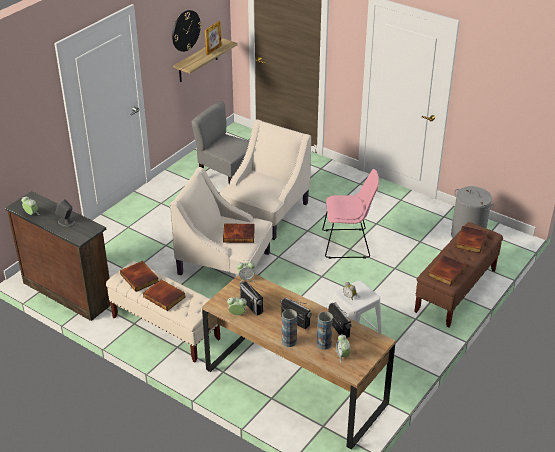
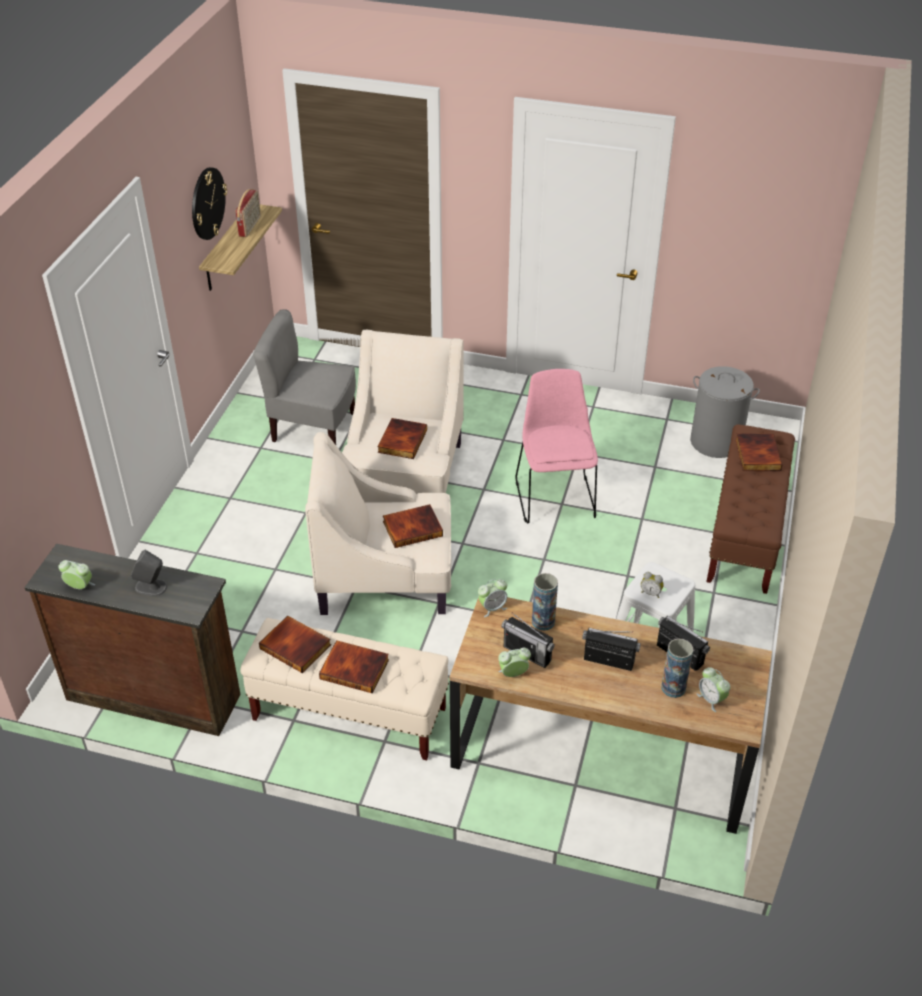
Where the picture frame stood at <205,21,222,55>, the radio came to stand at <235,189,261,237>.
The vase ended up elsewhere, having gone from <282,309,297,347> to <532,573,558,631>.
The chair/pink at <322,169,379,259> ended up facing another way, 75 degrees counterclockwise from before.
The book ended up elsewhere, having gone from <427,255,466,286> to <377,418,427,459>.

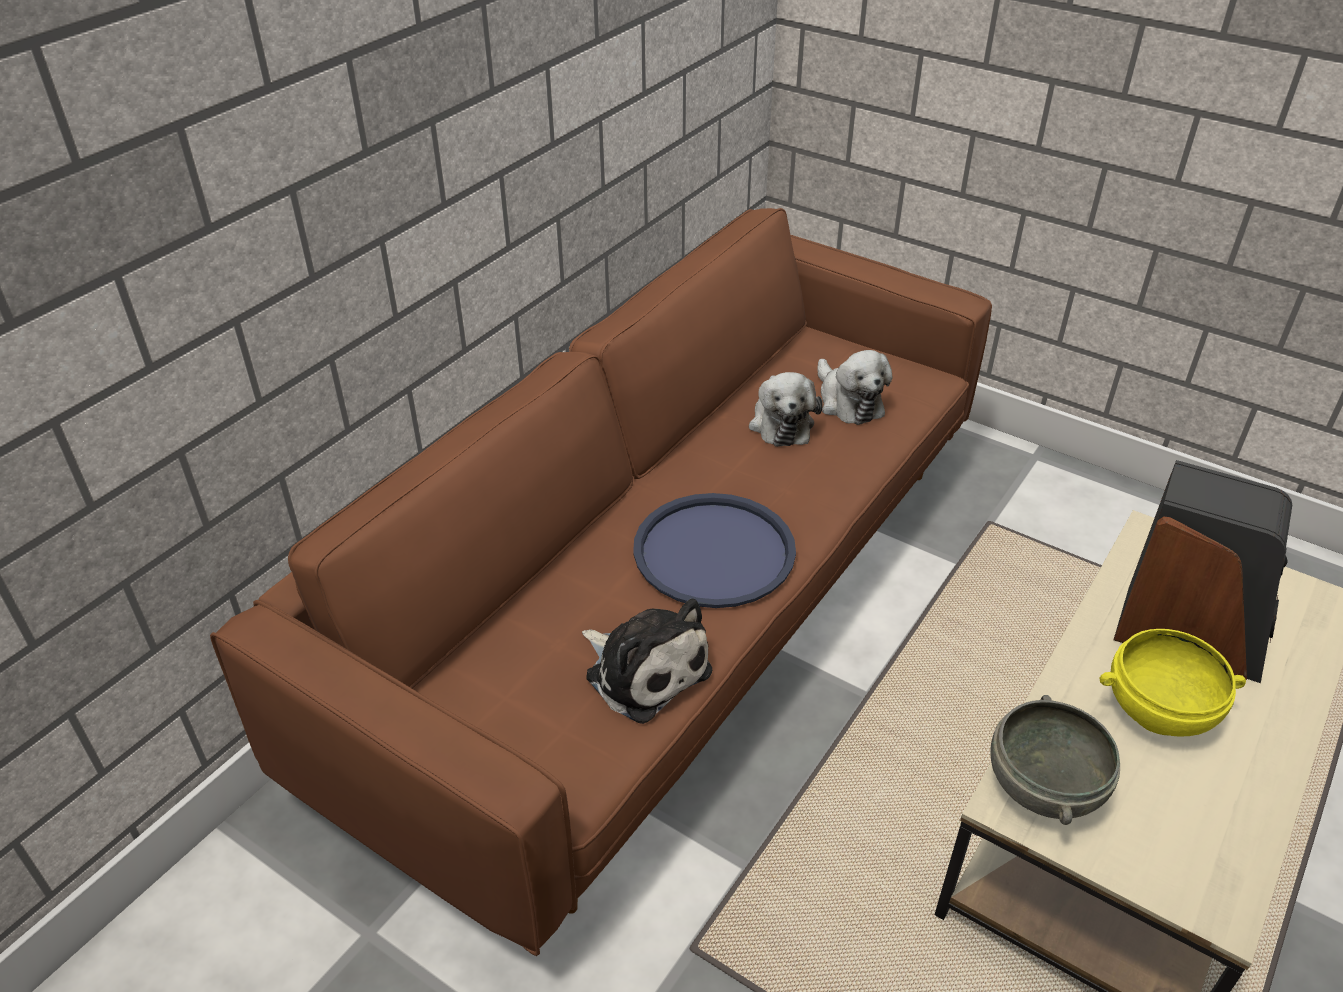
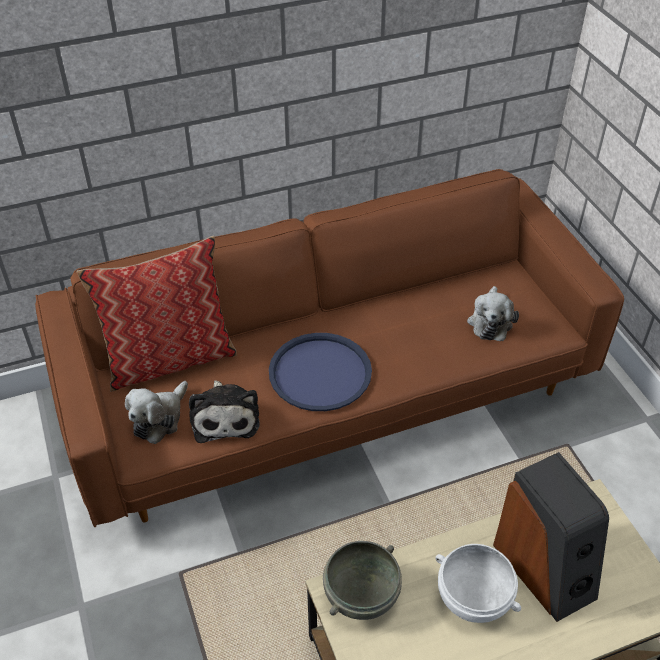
The plush toy ended up elsewhere, having gone from <749,372,823,447> to <125,381,188,444>.
What was the bowl/yellow at <1100,629,1246,736> turned into the bowl/white at <435,544,521,623>.
The second view gained the pillow at <76,235,237,392>.

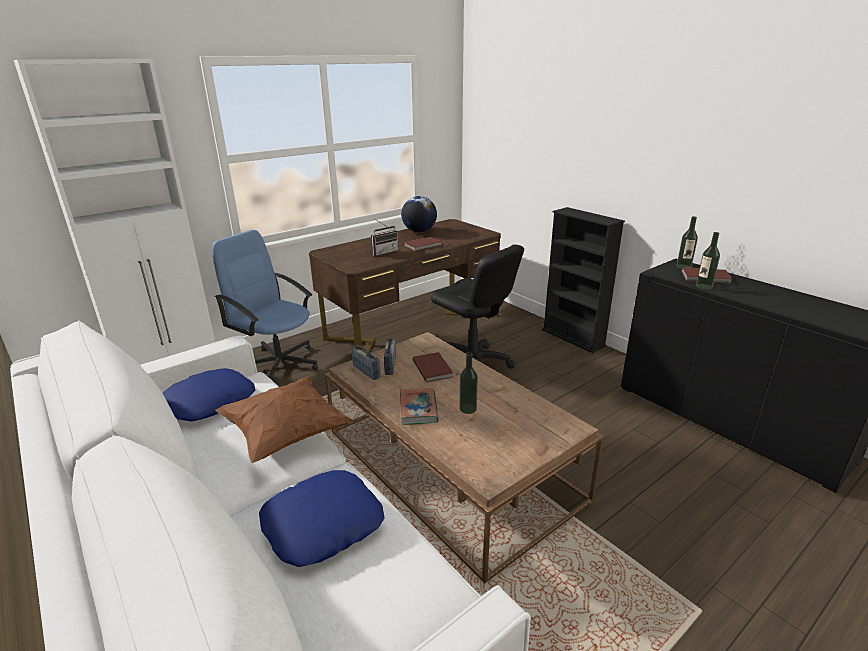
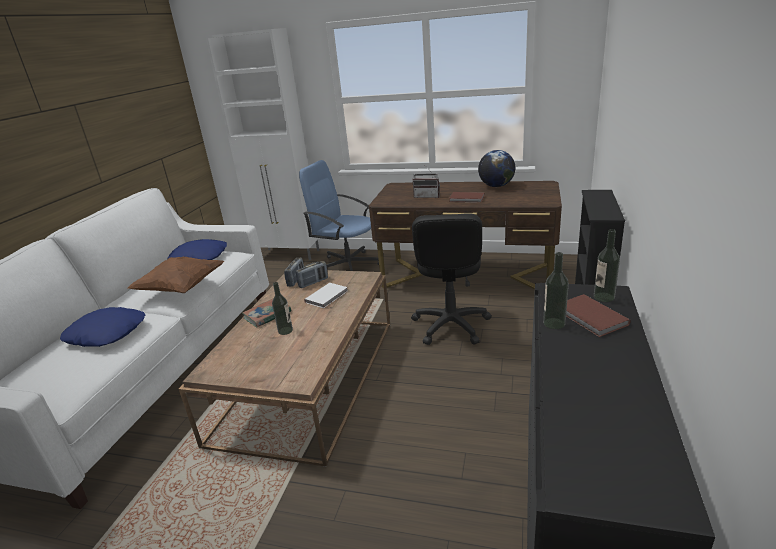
The office chair/blue at <212,230,318,380> ended up facing another way, 60 degrees counterclockwise from before.
What was the book/brown at <413,352,453,382> turned into the book/white at <304,283,348,308>.

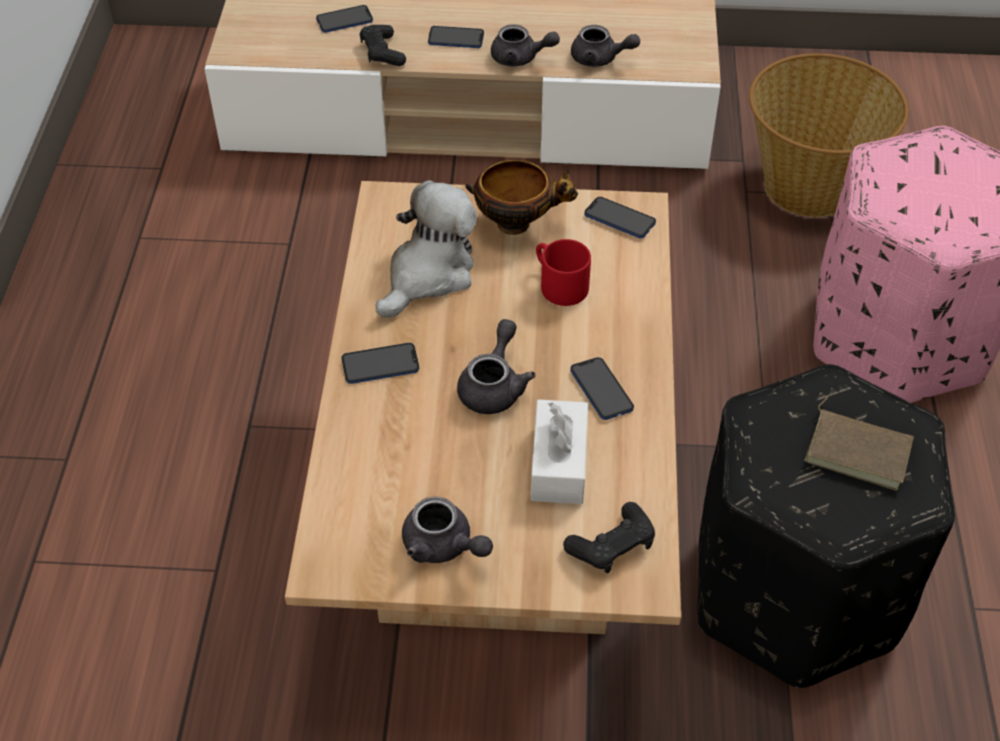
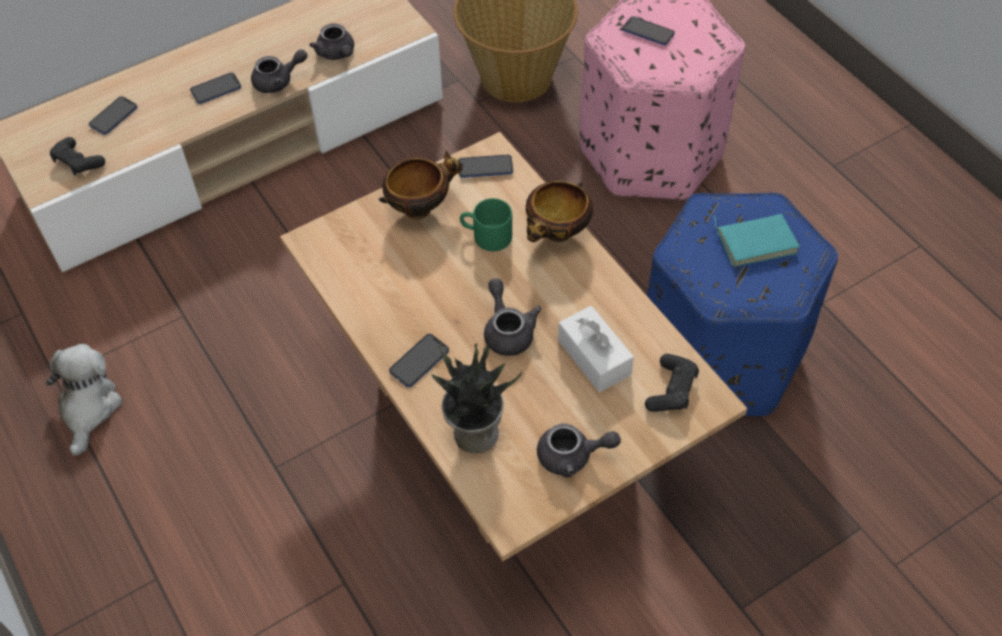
The game controller/black ended up elsewhere, having gone from <360,25,406,66> to <50,137,105,176>.
The plush toy ended up elsewhere, having gone from <376,180,477,318> to <45,344,122,455>.
What was the mug/red at <536,239,591,306> turned into the mug/green at <460,198,512,251>.
The phone ended up elsewhere, having gone from <570,357,634,420> to <622,16,675,45>.
The teapot/grey at <571,25,640,67> ended up facing another way, 75 degrees clockwise from before.
What was the ottoman/black at <697,364,955,688> turned into the ottoman/blue at <647,193,838,416>.
What was the book/brown at <804,395,914,491> turned into the book/turquoise at <713,214,800,266>.
The second view gained the potted plant at <431,343,522,453>.
The second view gained the bowl at <526,181,593,242>.

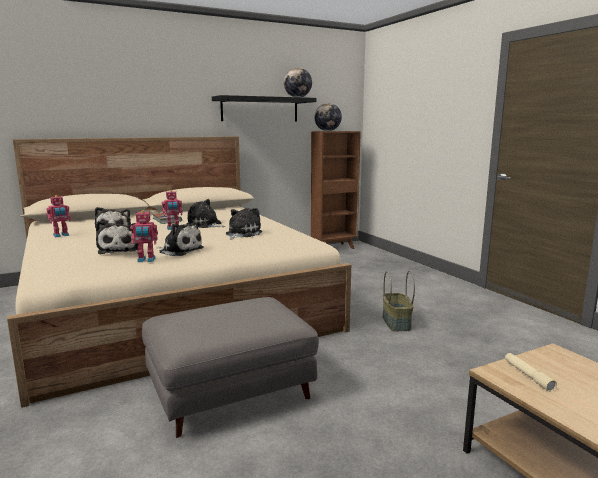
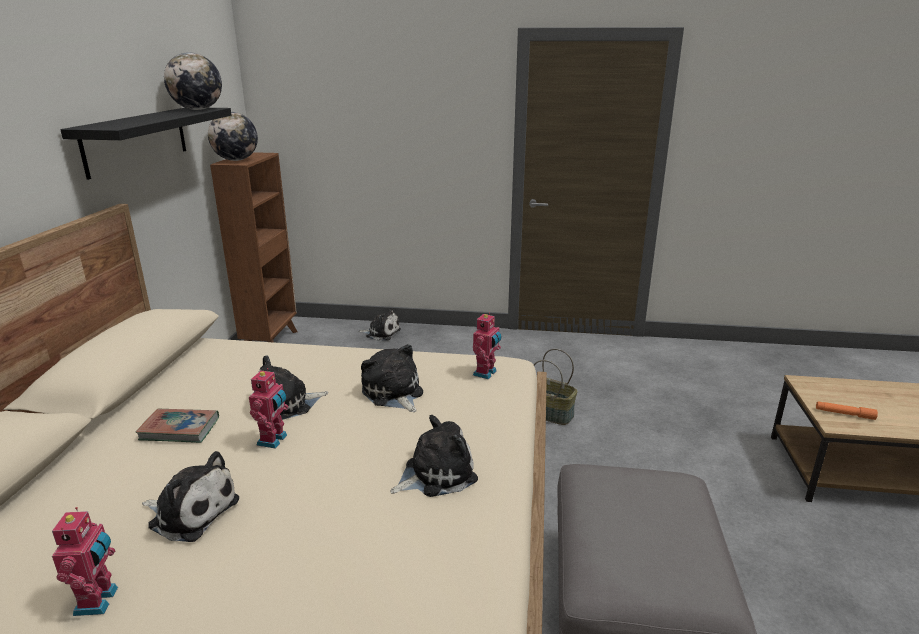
The plush toy ended up elsewhere, having gone from <96,221,139,254> to <359,308,401,341>.
The toy robot ended up elsewhere, having gone from <131,210,158,262> to <473,312,501,379>.
What was the flashlight/beige at <505,353,557,392> turned into the flashlight/orange at <816,401,878,420>.

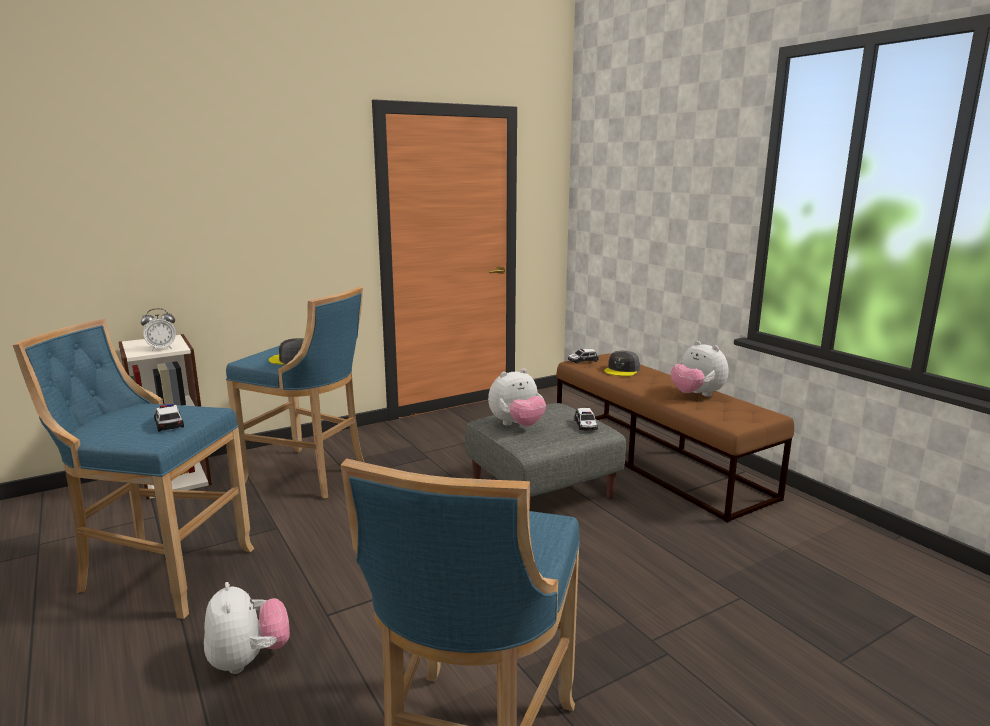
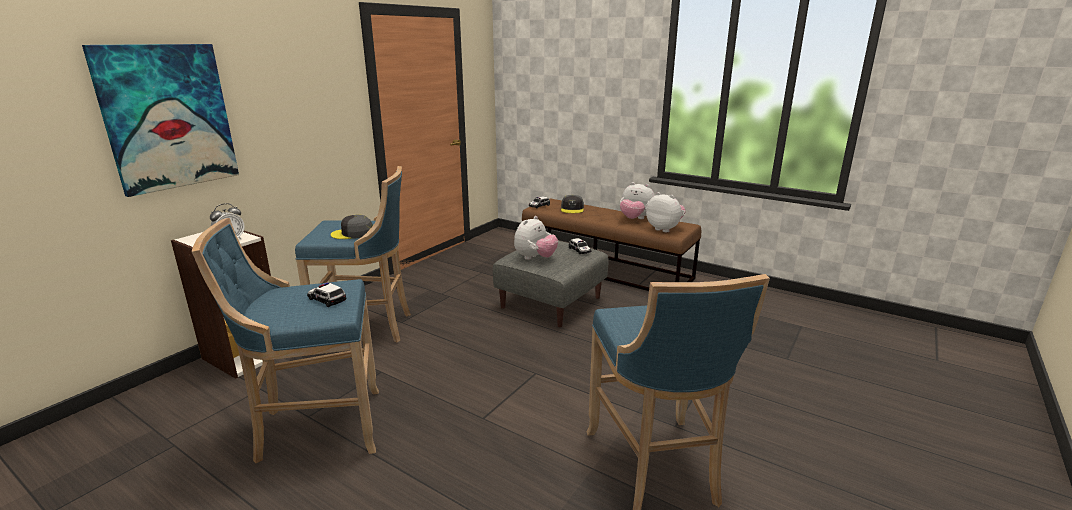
The plush toy ended up elsewhere, having gone from <204,582,290,674> to <646,192,686,232>.
The second view gained the picture at <82,44,239,197>.

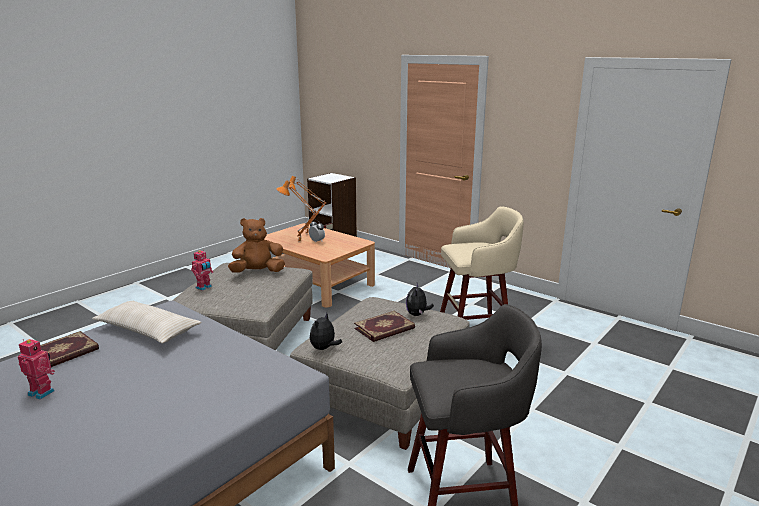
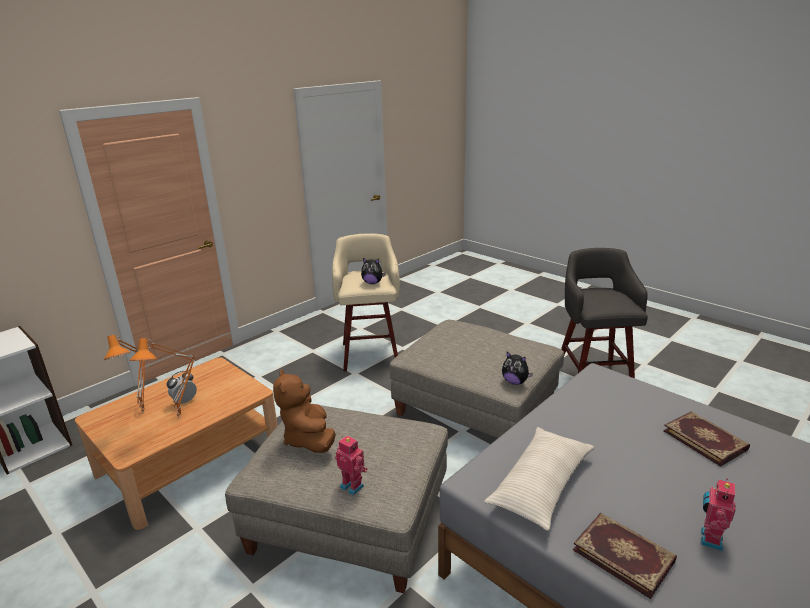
The book ended up elsewhere, having gone from <354,311,415,342> to <663,411,750,467>.
The plush toy ended up elsewhere, having gone from <406,283,434,316> to <361,258,386,284>.

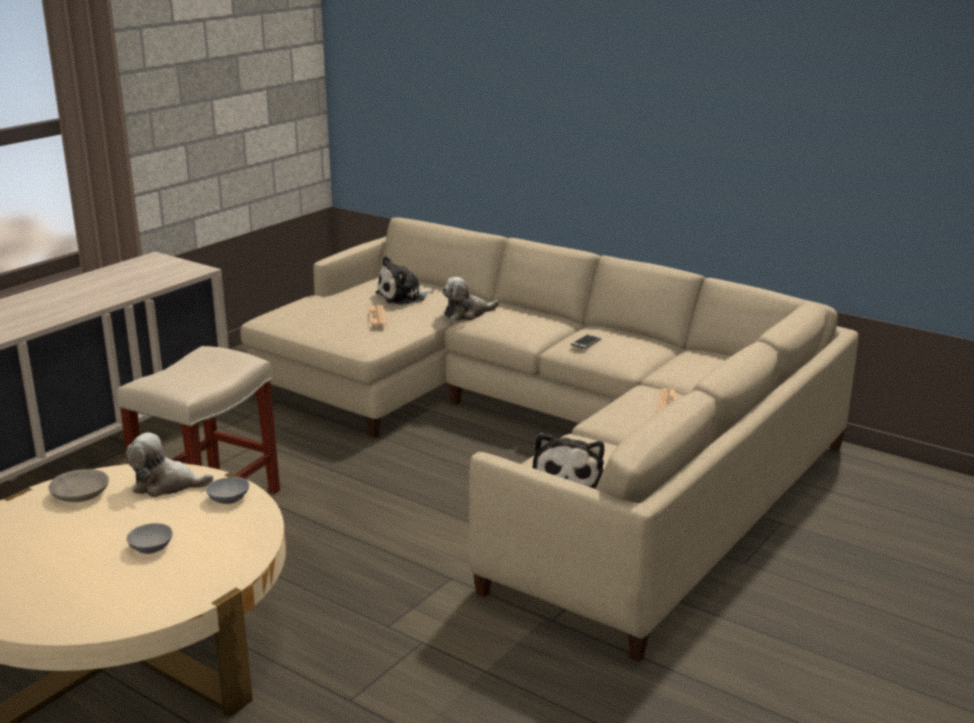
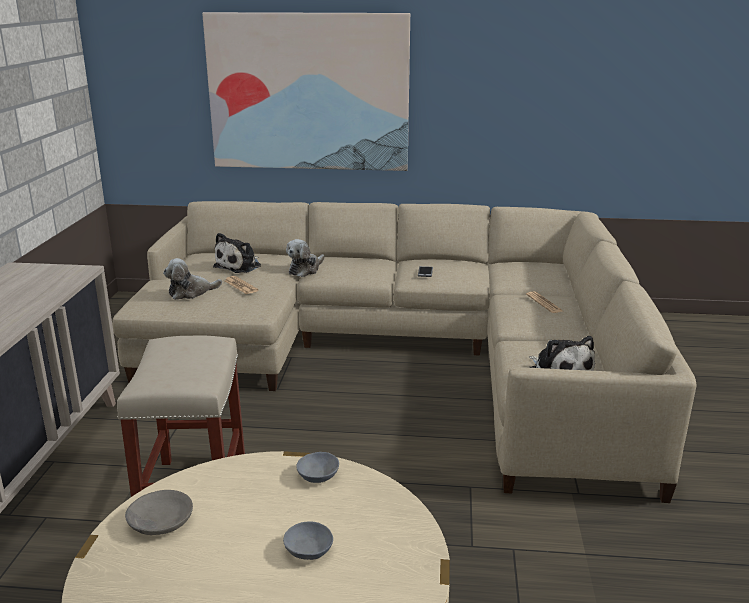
The plush toy ended up elsewhere, having gone from <126,432,214,497> to <163,258,222,300>.
The second view gained the picture at <202,12,410,171>.

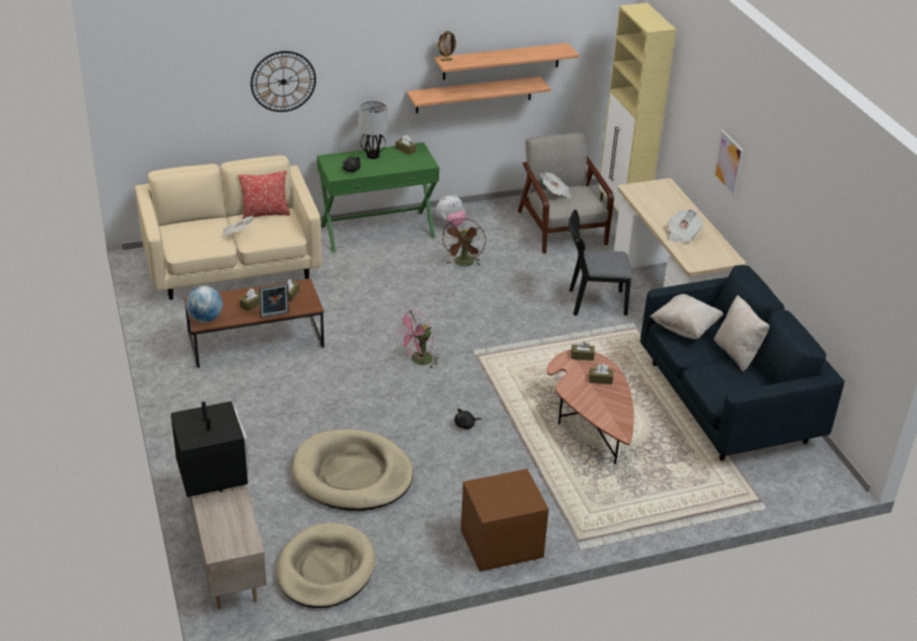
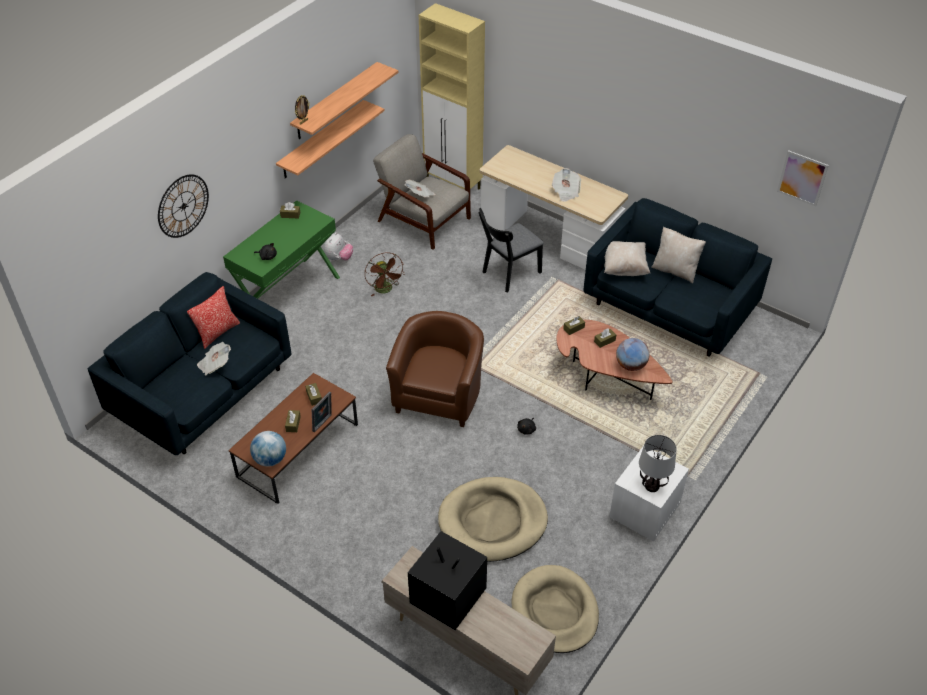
What was the sofa/beige at <135,155,322,300> turned into the sofa/blue at <88,272,291,455>.
The table lamp ended up elsewhere, having gone from <358,101,388,159> to <639,435,677,492>.
Where the fan/pink stood at <396,310,440,368>, the armchair/brown came to stand at <386,311,484,427>.
What was the nightstand/brown at <461,469,549,572> turned into the nightstand/white at <609,446,689,542>.
The picture ended up elsewhere, having gone from <713,130,743,198> to <777,150,829,207>.
The second view gained the globe at <616,338,650,371>.

